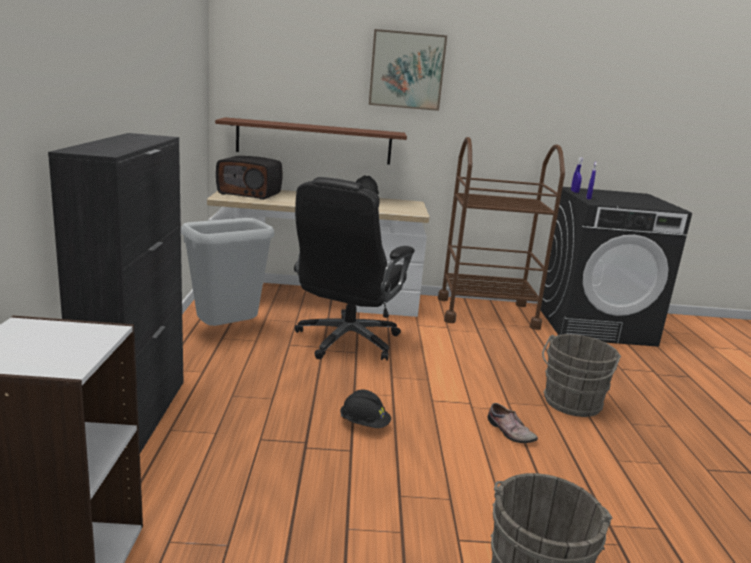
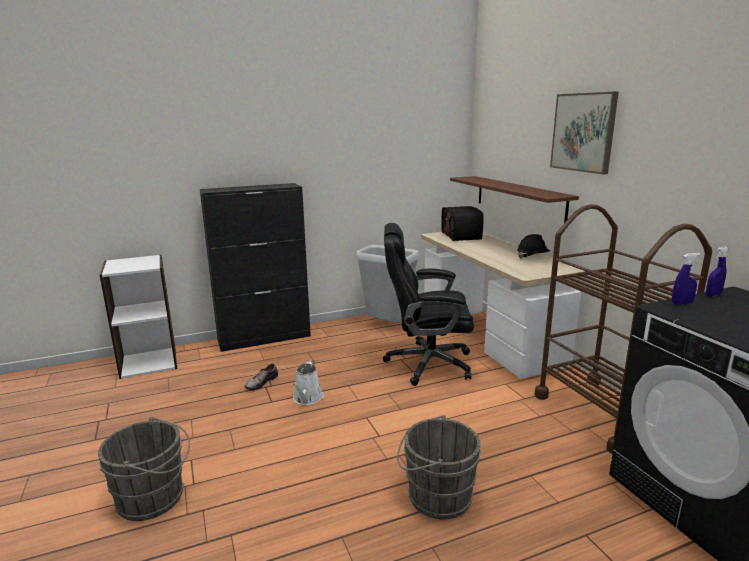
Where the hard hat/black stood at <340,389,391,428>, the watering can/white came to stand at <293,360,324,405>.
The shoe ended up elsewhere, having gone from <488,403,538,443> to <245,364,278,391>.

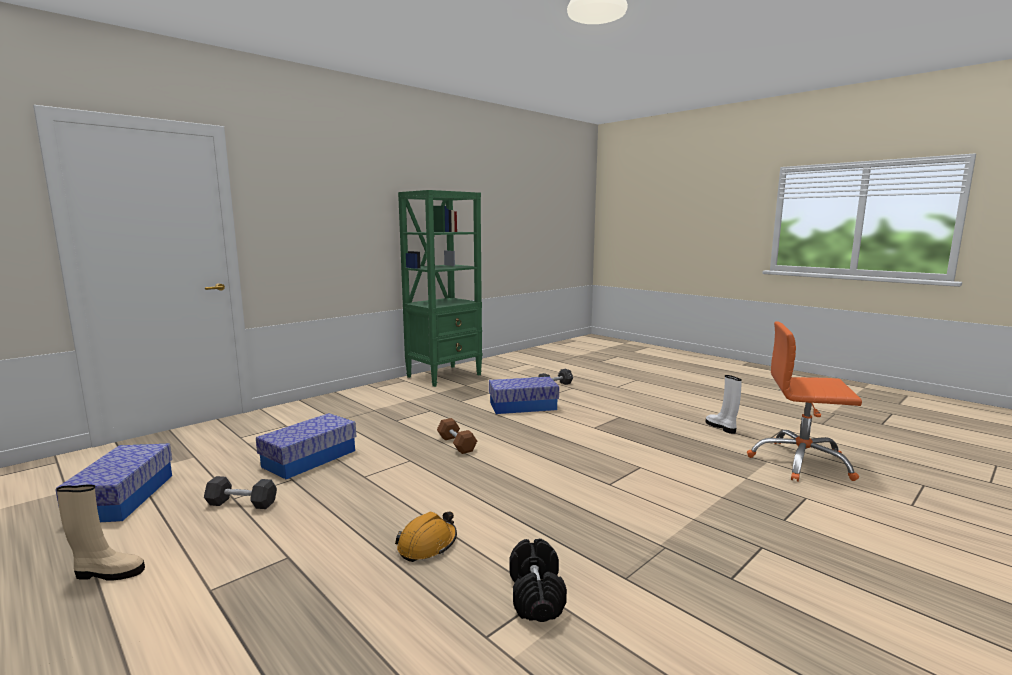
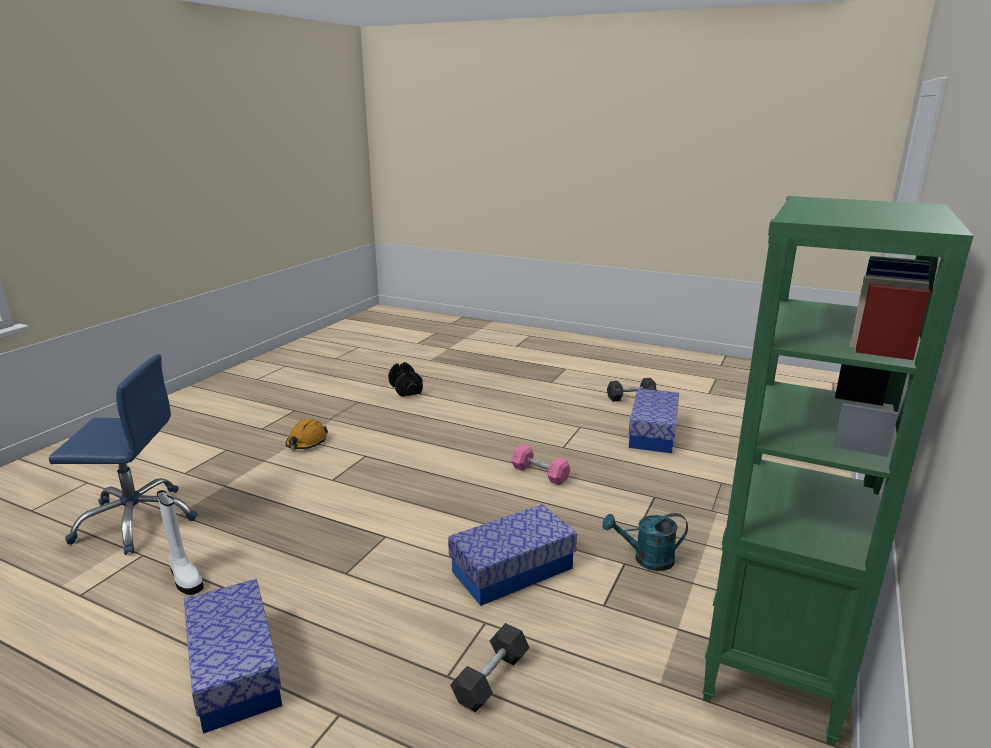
The storage box ended up elsewhere, having gone from <55,444,172,522> to <184,579,282,734>.
The second view lost the boot/beige at <56,484,145,580>.
The hard hat/orange ended up elsewhere, having gone from <395,512,457,562> to <286,419,328,449>.
What was the dumbbell/brown at <437,418,477,454> turned into the dumbbell/pink at <511,444,570,486>.
What was the office chair/orange at <747,321,862,482> turned into the office chair/blue at <49,354,198,555>.
The second view gained the watering can/turquoise at <602,513,688,571>.

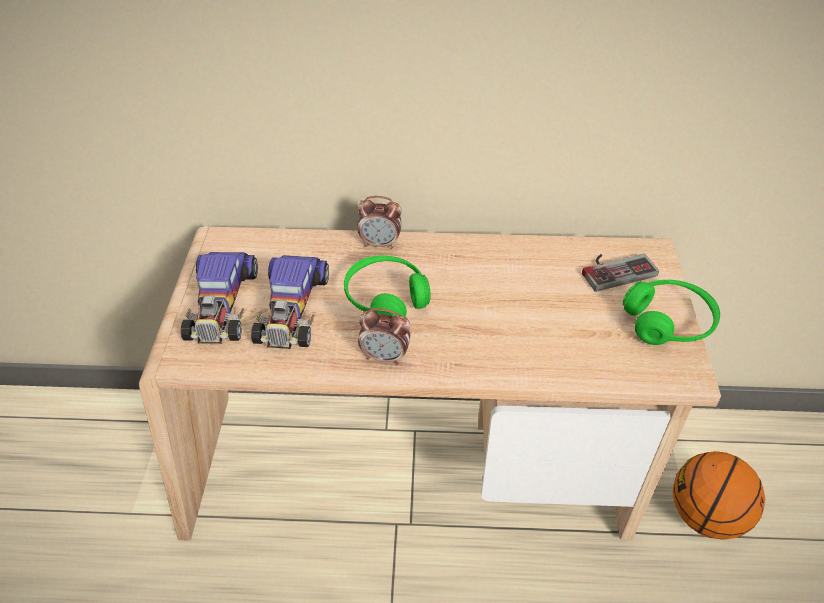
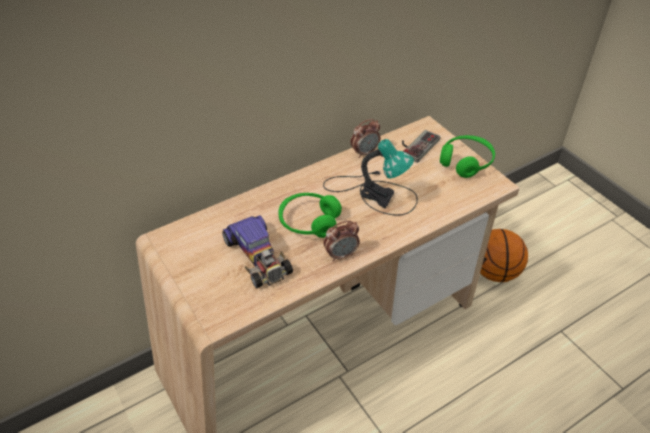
The second view lost the toy car at <181,252,258,344>.
The alarm clock ended up elsewhere, having gone from <357,196,402,248> to <351,119,381,158>.
The second view gained the table lamp at <323,139,418,215>.

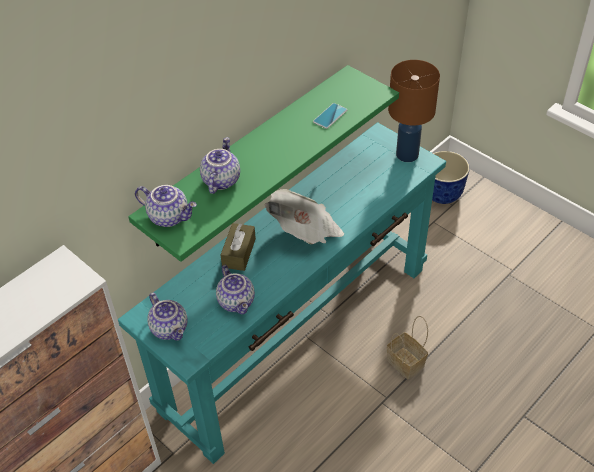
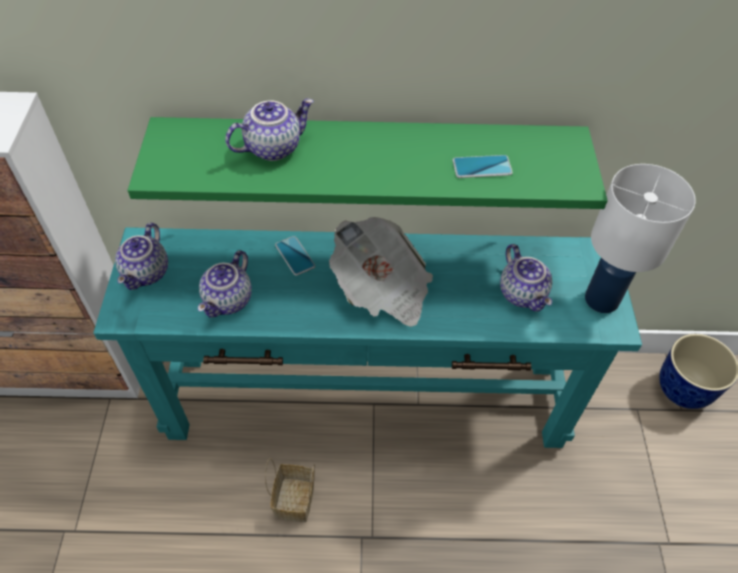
The teapot ended up elsewhere, having gone from <135,185,197,227> to <500,244,552,312>.
Where the tissue box/brown stood at <221,223,256,271>, the phone came to stand at <275,236,315,276>.
The basket ended up elsewhere, having gone from <387,316,428,379> to <265,458,315,522>.
What was the table lamp/brown at <388,60,440,162> turned into the table lamp/white at <585,164,696,313>.

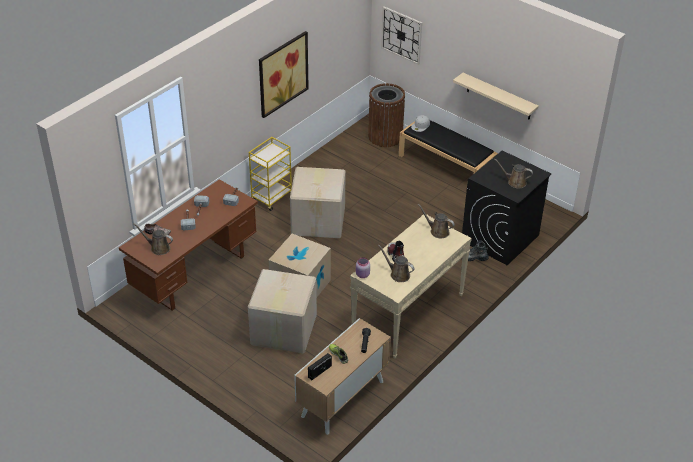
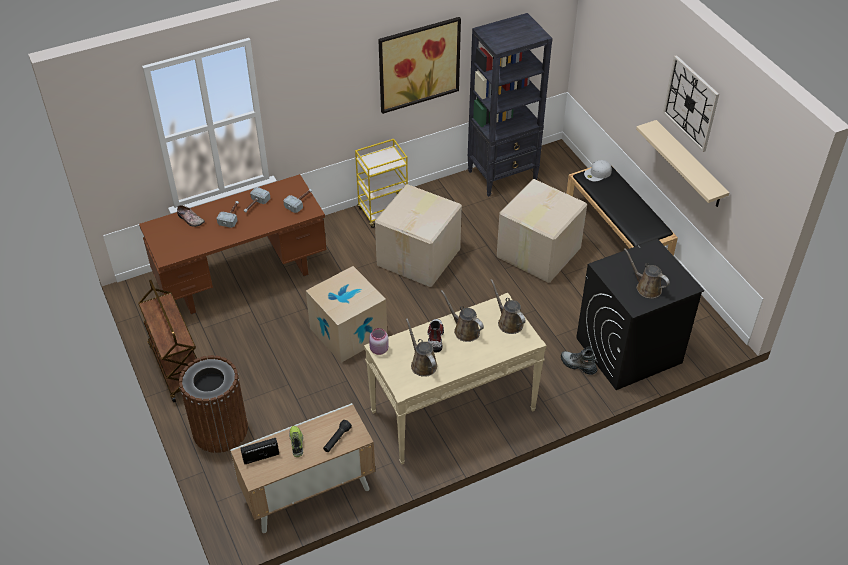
The watering can/brown ended up elsewhere, having gone from <133,224,173,255> to <441,290,484,342>.
The cardboard box ended up elsewhere, having gone from <248,269,317,353> to <497,179,587,283>.
The trash can/brown ended up elsewhere, having gone from <368,83,405,147> to <179,355,248,453>.
The wall clock ended up elsewhere, having gone from <381,6,422,65> to <663,55,719,152>.
The second view gained the cart/brown at <138,280,197,403>.
The second view gained the bookcase/black at <468,13,553,197>.

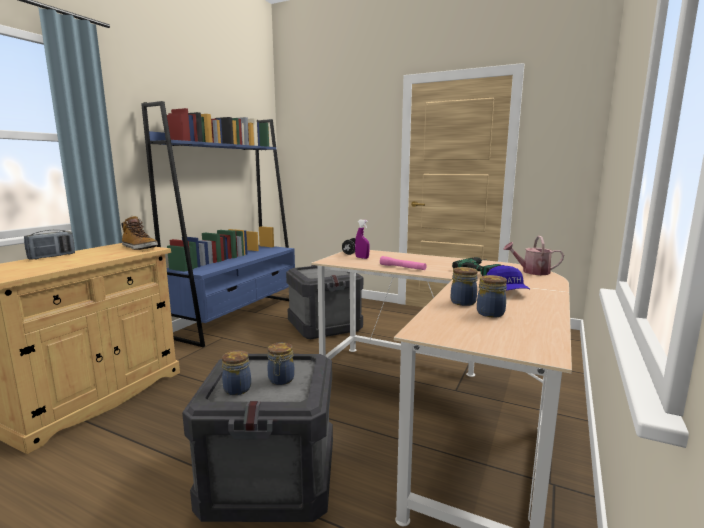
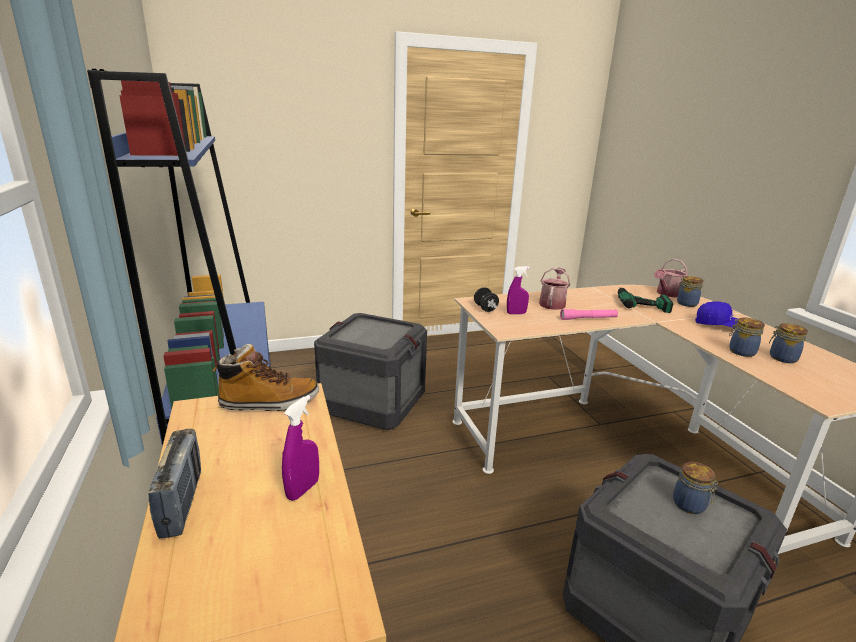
The jar ended up elsewhere, having gone from <222,350,251,395> to <677,276,703,307>.
The second view gained the spray bottle/purple at <282,395,319,501>.
The second view gained the watering can at <539,268,570,310>.

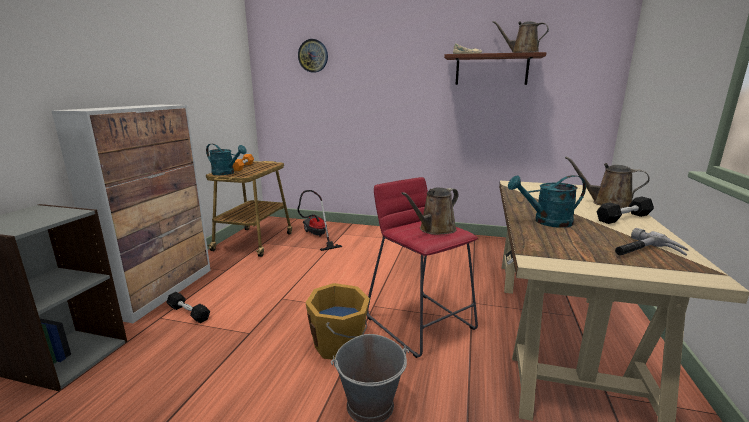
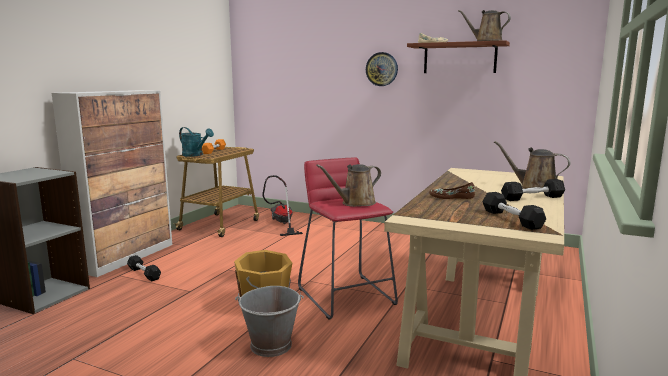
The wall clock ended up elsewhere, having gone from <298,39,328,73> to <366,52,398,86>.
Where the watering can/turquoise stood at <508,175,586,228>, the shoe/brown came to stand at <429,182,475,199>.
Where the hammer stood at <615,228,688,256>, the dumbbell/black came to stand at <483,192,546,230>.

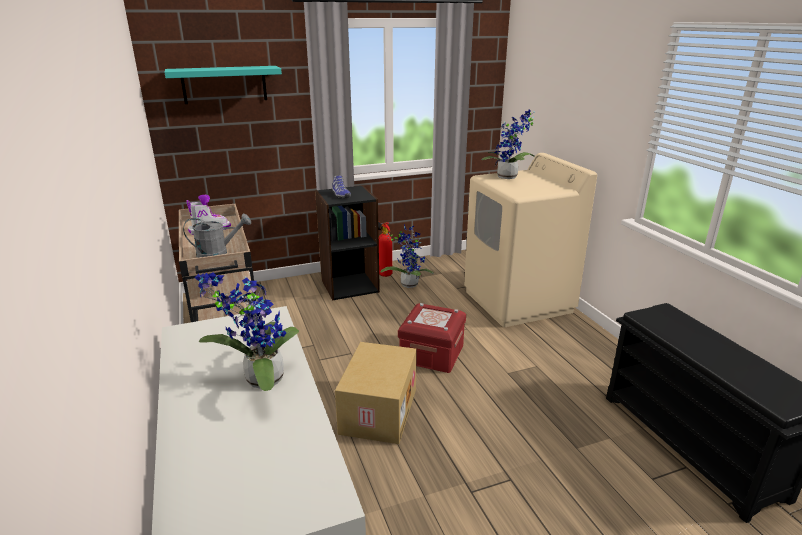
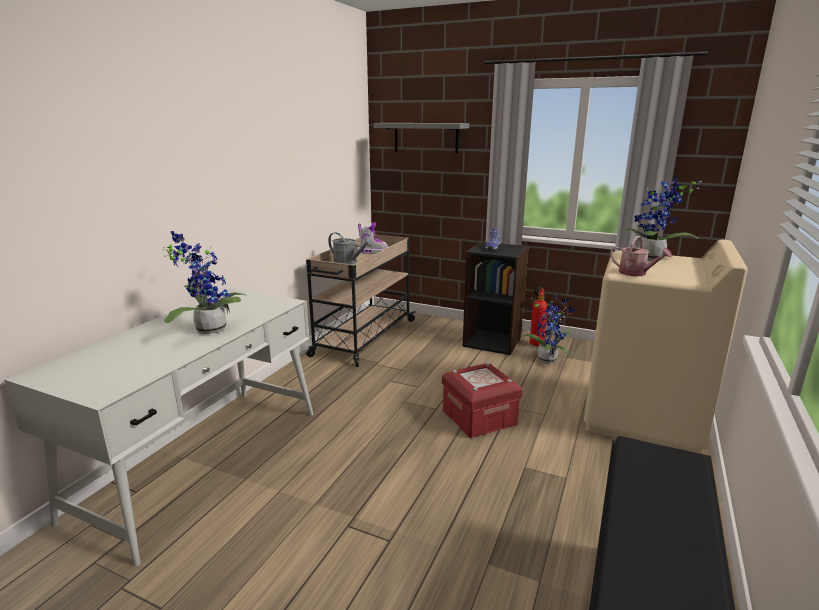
What was the shelf/turquoise at <165,66,282,104> turned into the shelf/grey at <373,123,469,154>.
The second view lost the cardboard box at <335,342,417,444>.
The second view gained the watering can at <610,236,672,276>.

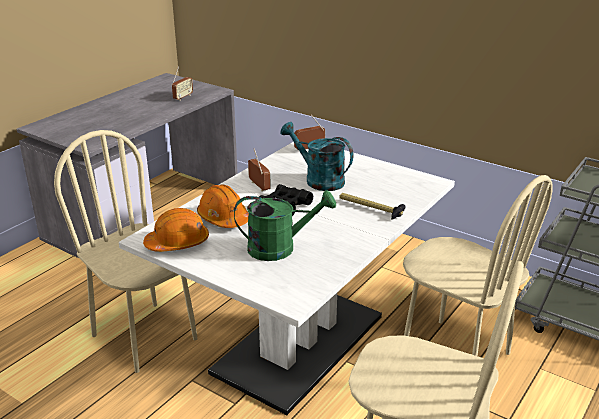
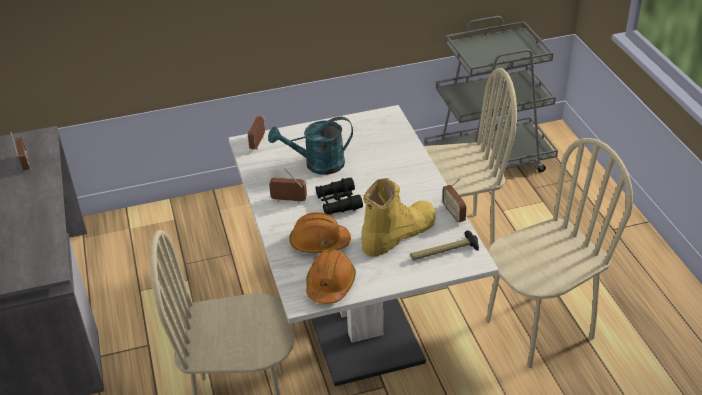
Where the watering can/green stood at <234,190,336,261>, the boot/yellow came to stand at <361,178,436,257>.
The hammer ended up elsewhere, having gone from <339,193,406,220> to <410,230,479,260>.
The second view gained the radio at <442,178,466,223>.

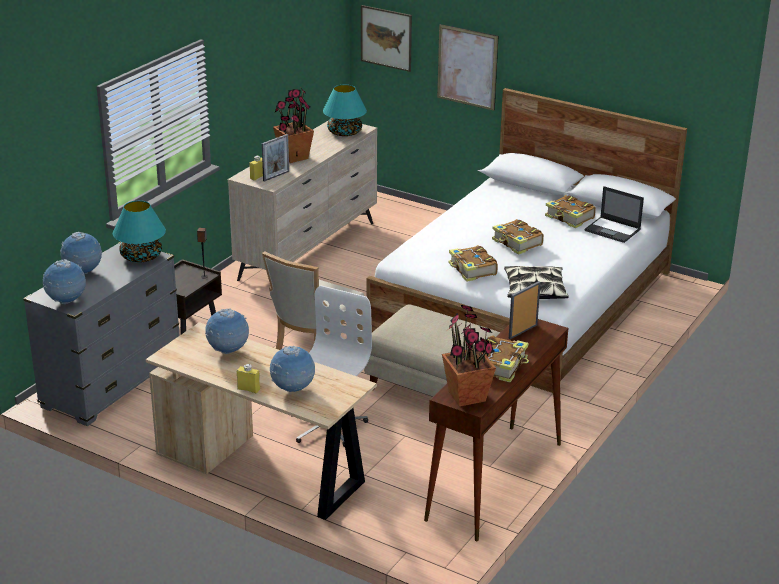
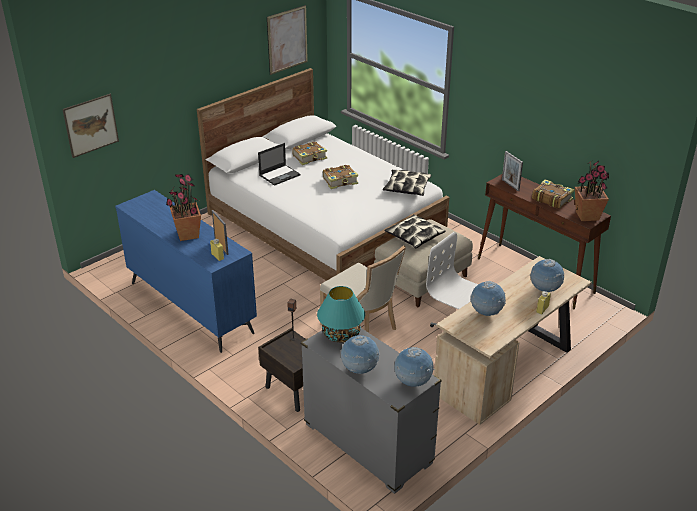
What was the dresser/beige at <228,120,377,281> turned into the dresser/blue at <115,190,257,353>.
The second view lost the table lamp/turquoise at <323,84,367,136>.
The picture ended up elsewhere, having gone from <437,24,498,111> to <267,5,308,75>.
The second view lost the book at <449,245,498,282>.
The laptop ended up elsewhere, having gone from <585,186,644,243> to <258,143,301,186>.
The second view gained the pillow at <384,214,446,248>.

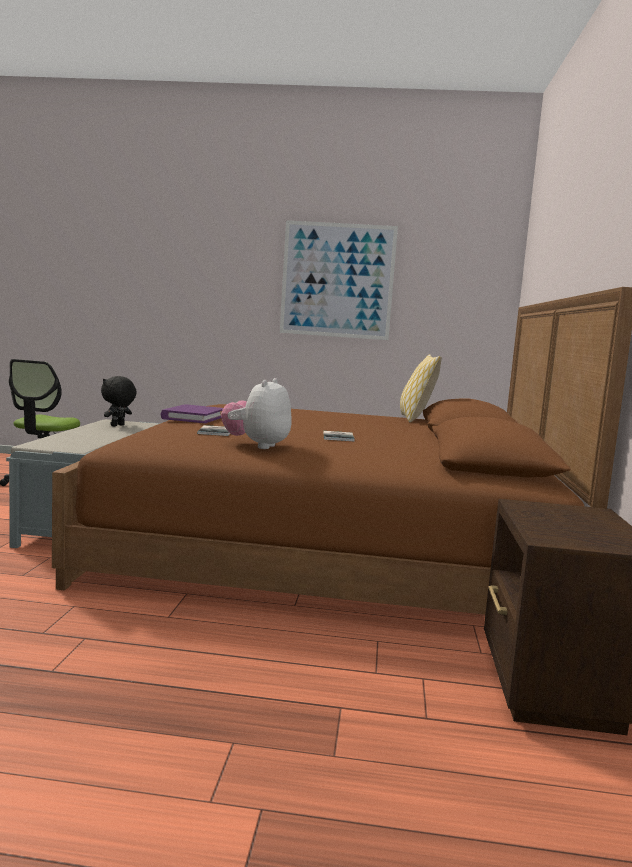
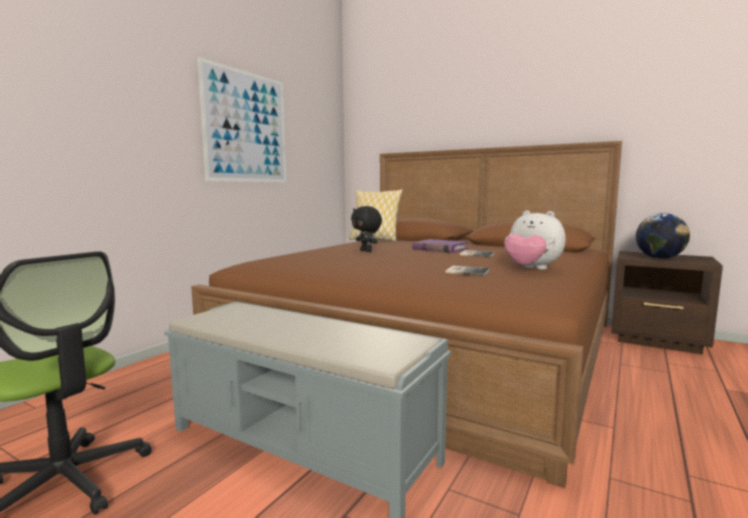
The plush toy/black ended up elsewhere, having gone from <101,376,137,426> to <351,206,382,252>.
The book/purple ended up elsewhere, having gone from <161,404,223,423> to <412,239,468,253>.
The second view gained the globe at <636,213,690,259>.

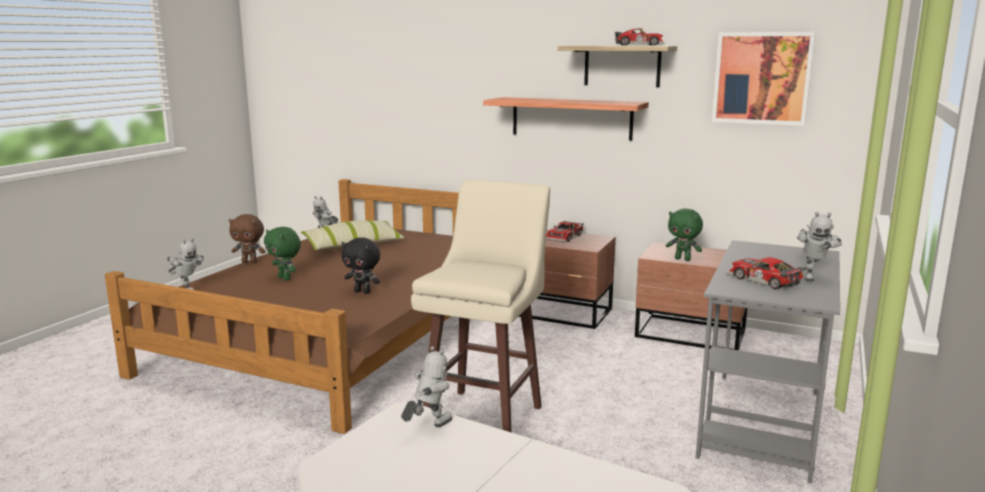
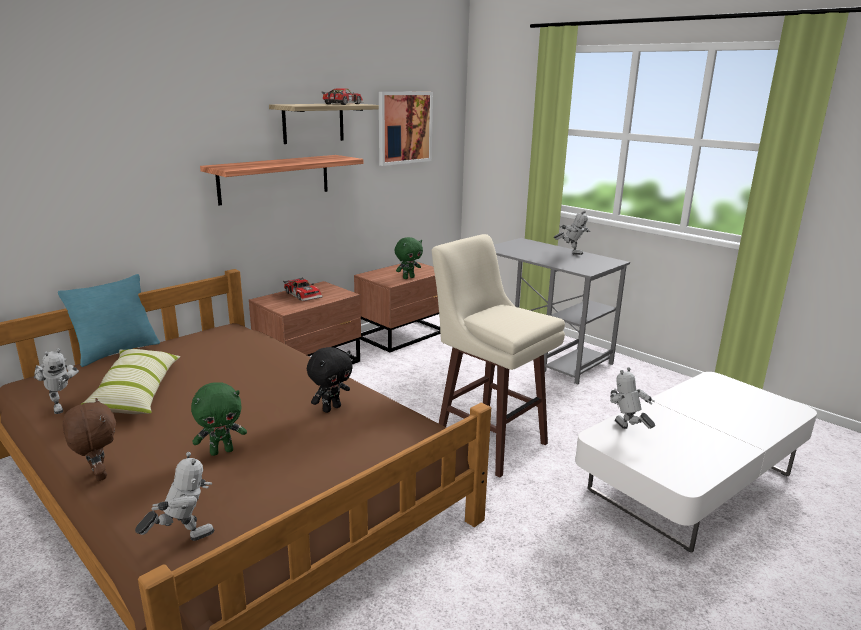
The plush toy/brown at <229,214,266,263> ended up facing another way, 60 degrees counterclockwise from before.
The second view lost the toy car at <727,257,807,289>.
The second view gained the pillow/turquoise at <58,274,160,367>.

